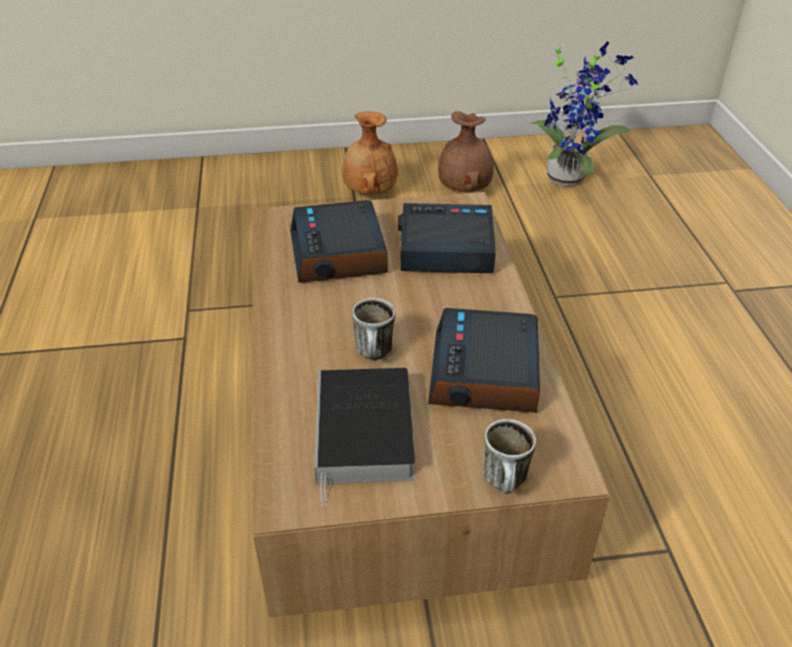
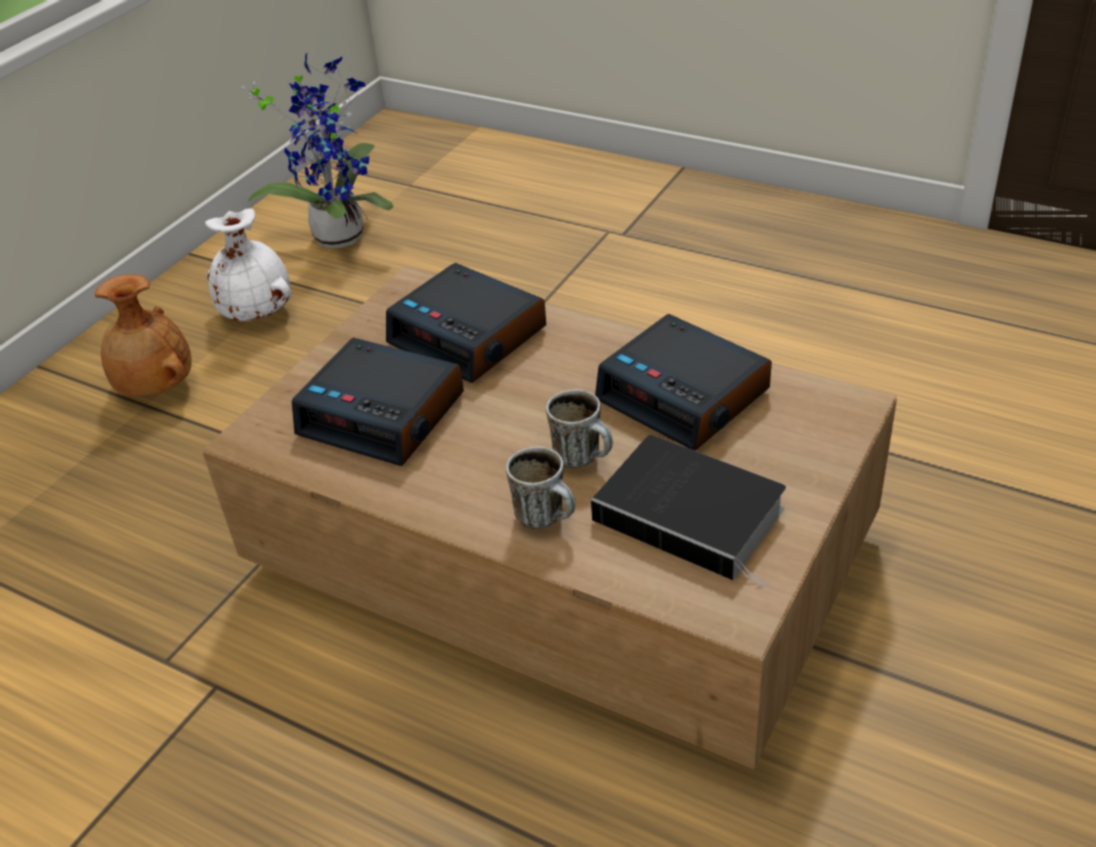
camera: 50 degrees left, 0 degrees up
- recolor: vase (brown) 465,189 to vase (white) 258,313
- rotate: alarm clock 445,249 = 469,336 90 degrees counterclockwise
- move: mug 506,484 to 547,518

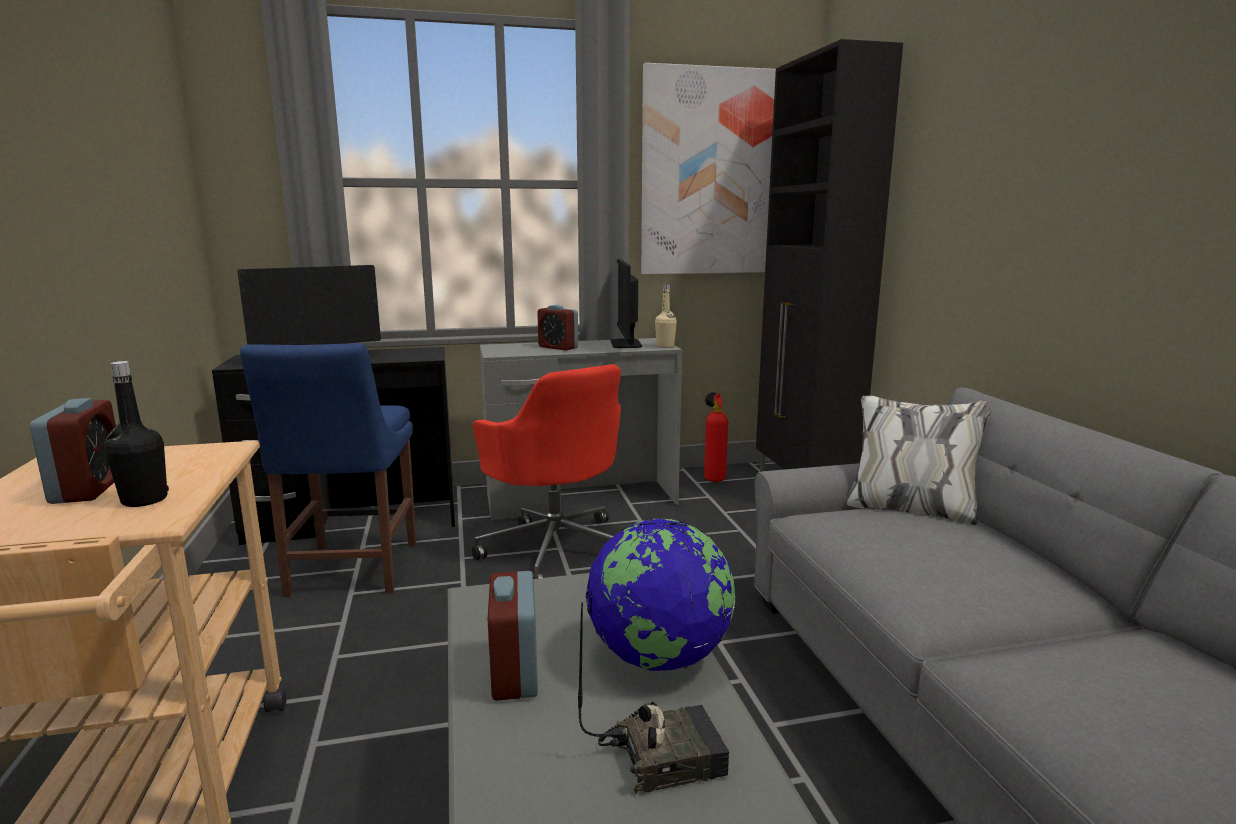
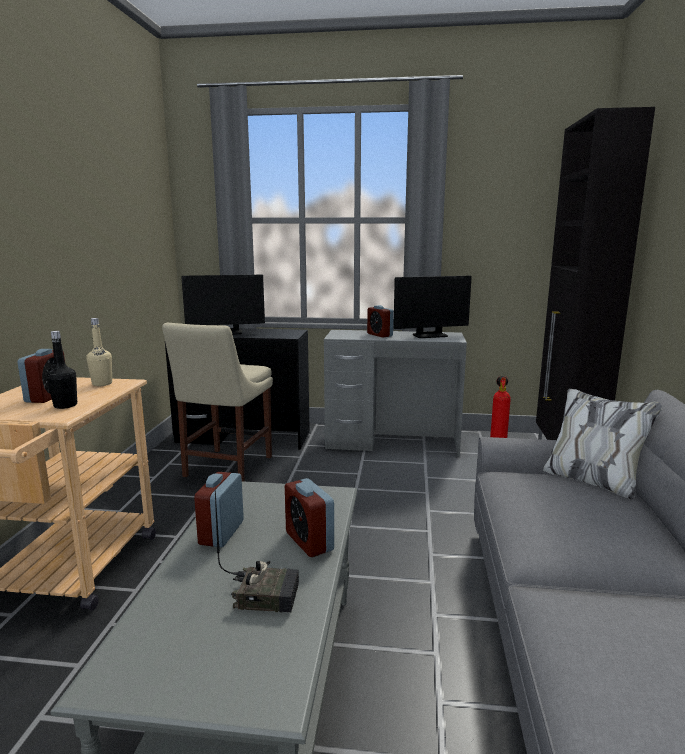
camera: 20 degrees right, 0 degrees up
- delete: picture 711,173
- rotate: monitor 626,344 = 430,335 120 degrees counterclockwise
- move: bottle (beige) 665,346 to 102,384
- recolor: chair (blue) 350,572 to chair (beige) 225,468
- delete: office chair (red) 555,548
- replace: globe 660,658 to alarm clock 309,541

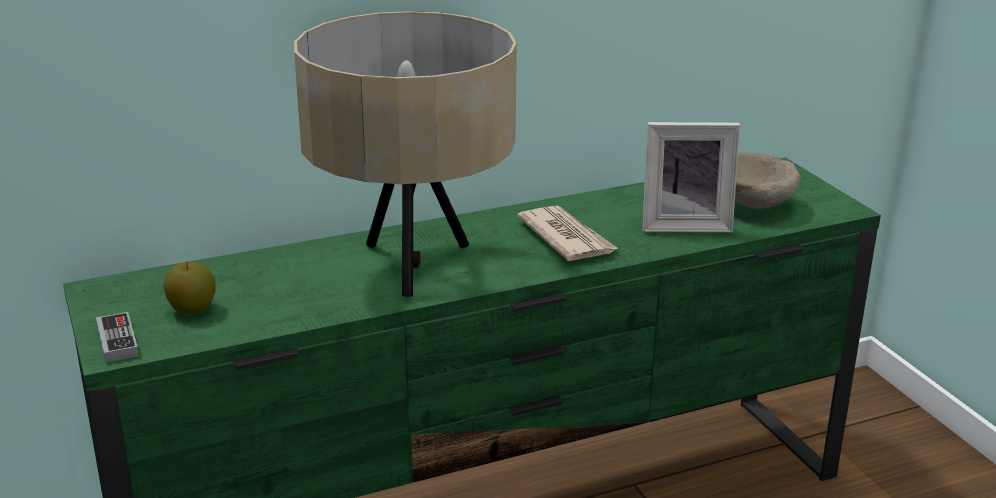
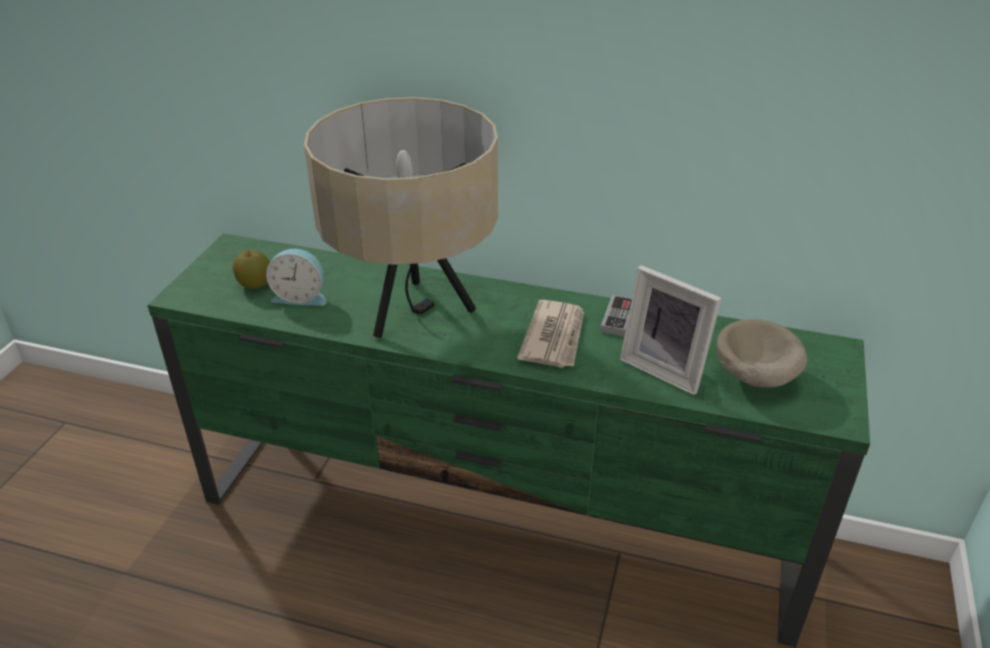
camera: 40 degrees right, 10 degrees up
- move: game controller 117,341 to 617,318
- insert: alarm clock 301,296

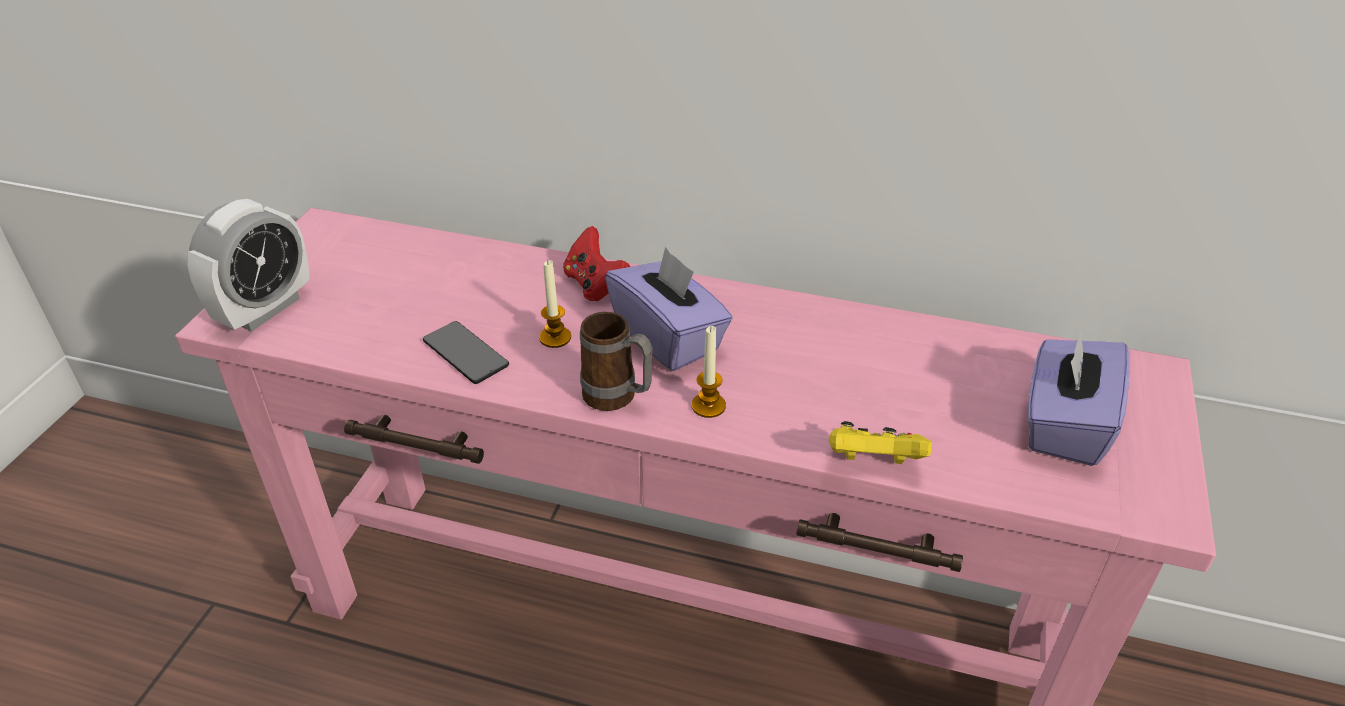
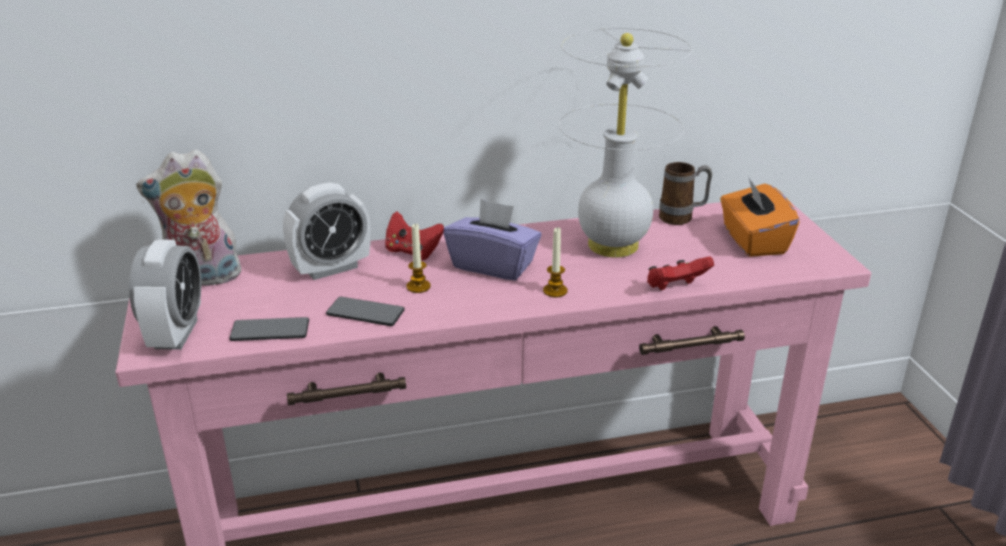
camera: 30 degrees left, 10 degrees down
- move: mug 618,399 to 682,218
- recolor: tissue box (purple) 1064,425 to tissue box (orange) 753,241
- recolor: game controller (yellow) 874,463 to game controller (red) 675,288
- insert: table lamp (white) 613,245
- insert: plush toy 202,278
- insert: alarm clock 331,268
- insert: phone 270,331

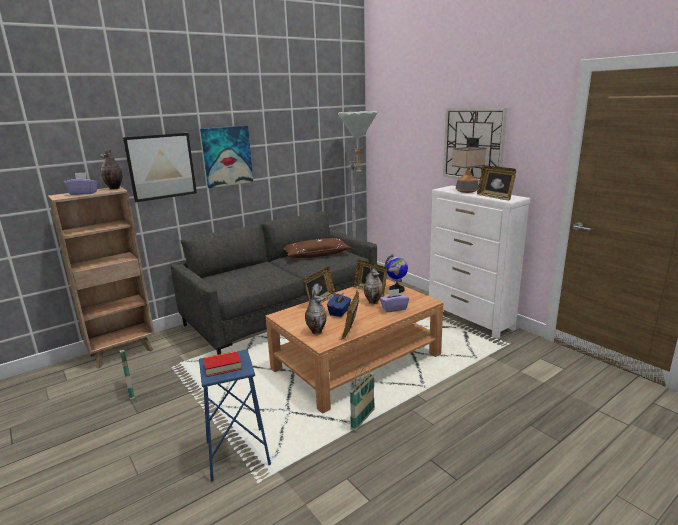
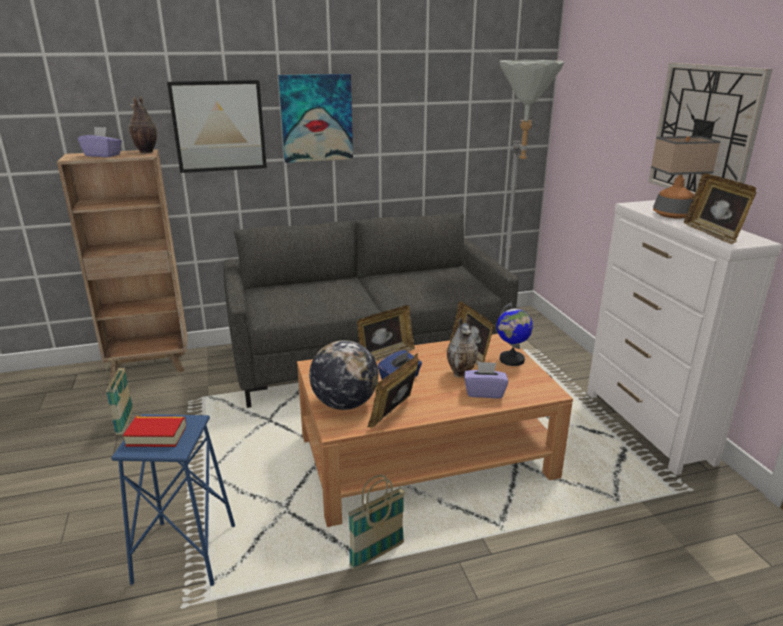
camera: 20 degrees right, 5 degrees up
- delete: pillow (brown) 316,254
- replace: vase 316,331 to globe 344,404

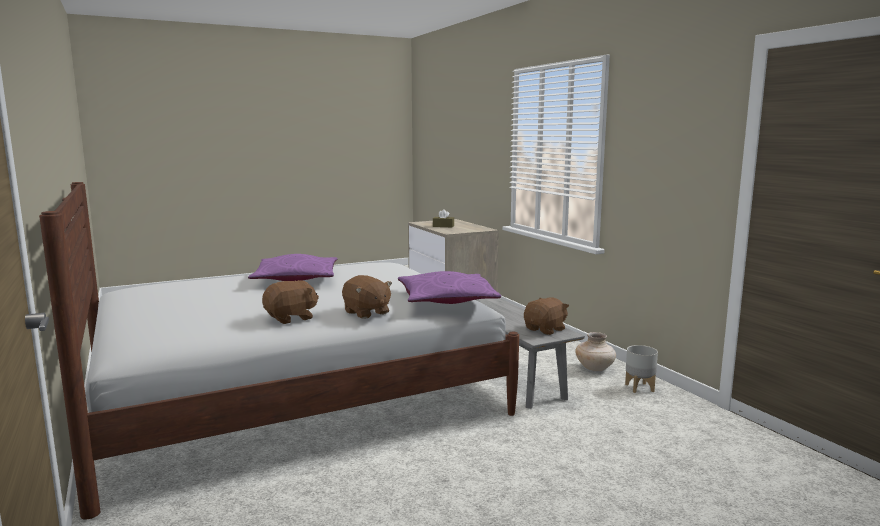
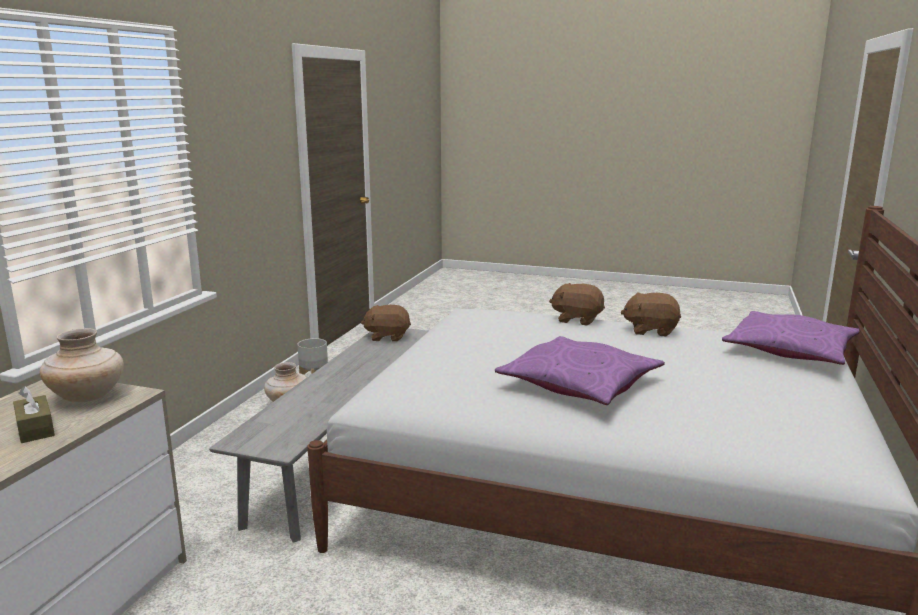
camera: 135 degrees left, 5 degrees up
- move: pillow (purple) 446,300 to 790,351
- rotate: plush toy (brown) 366,313 = 577,319 75 degrees counterclockwise
- insert: vase (beige) 87,397

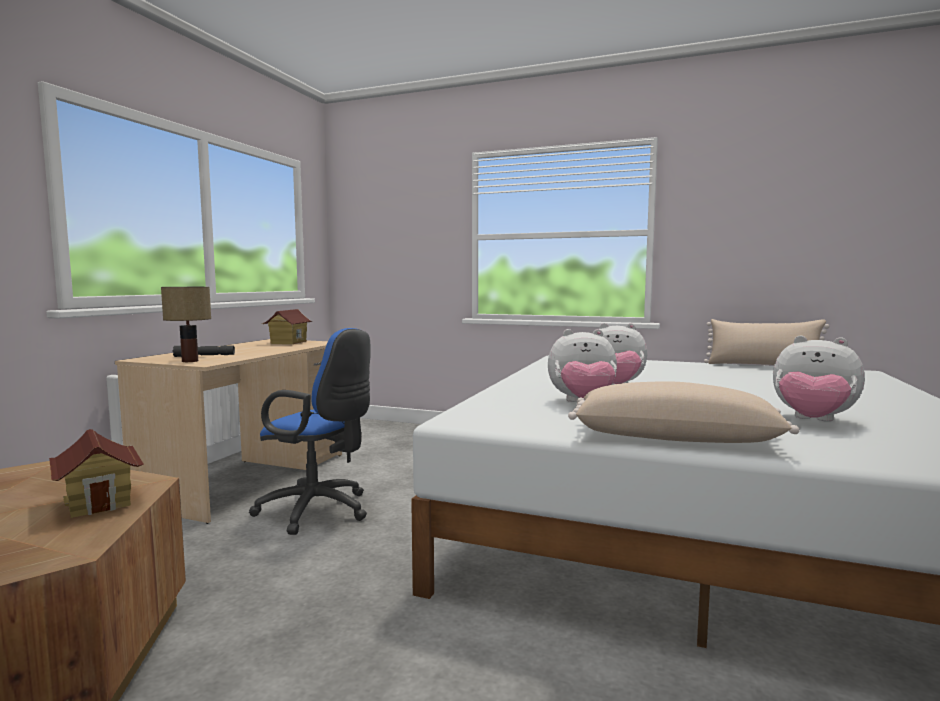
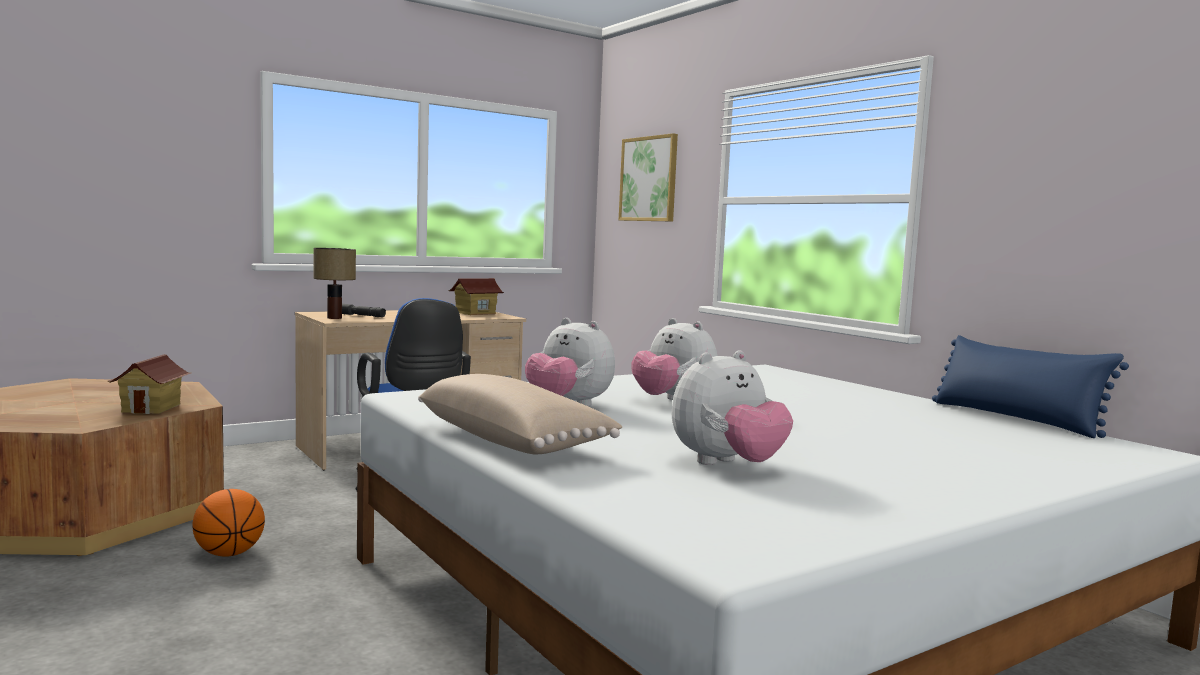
camera: 35 degrees right, 0 degrees up
- recolor: pillow (beige) 763,366 to pillow (blue) 1015,419
- rotate: plush toy 812,421 = 727,465 105 degrees counterclockwise
- insert: picture 649,179
- insert: basketball 229,554

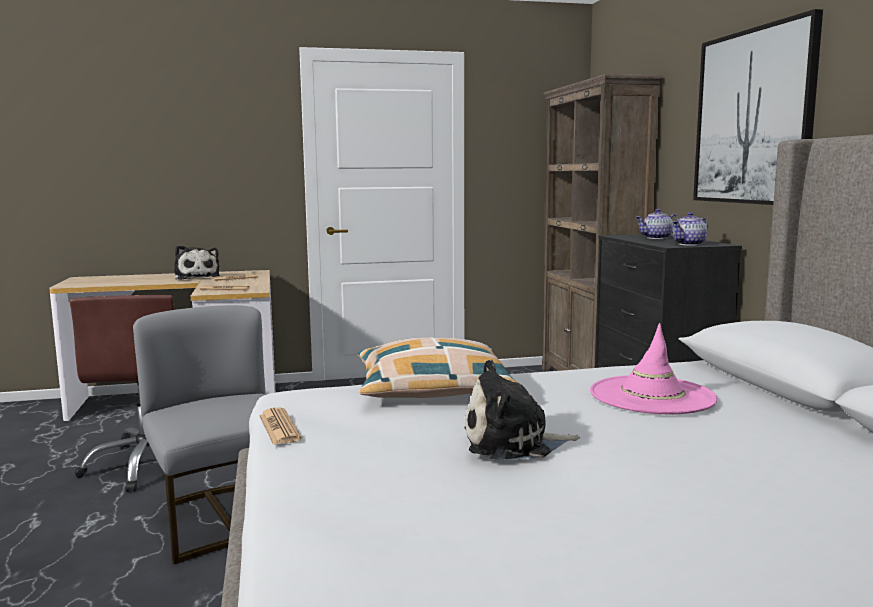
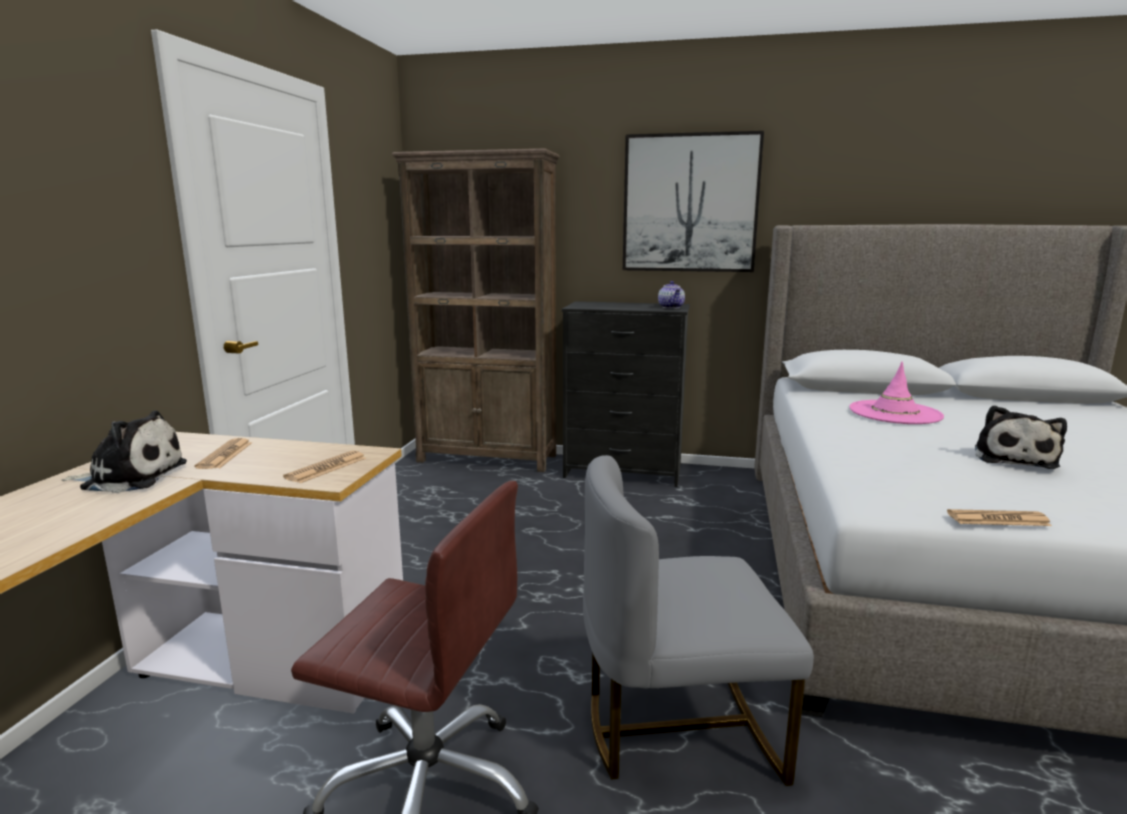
camera: 65 degrees left, 5 degrees up
- delete: teapot 657,238
- delete: pillow 432,389

